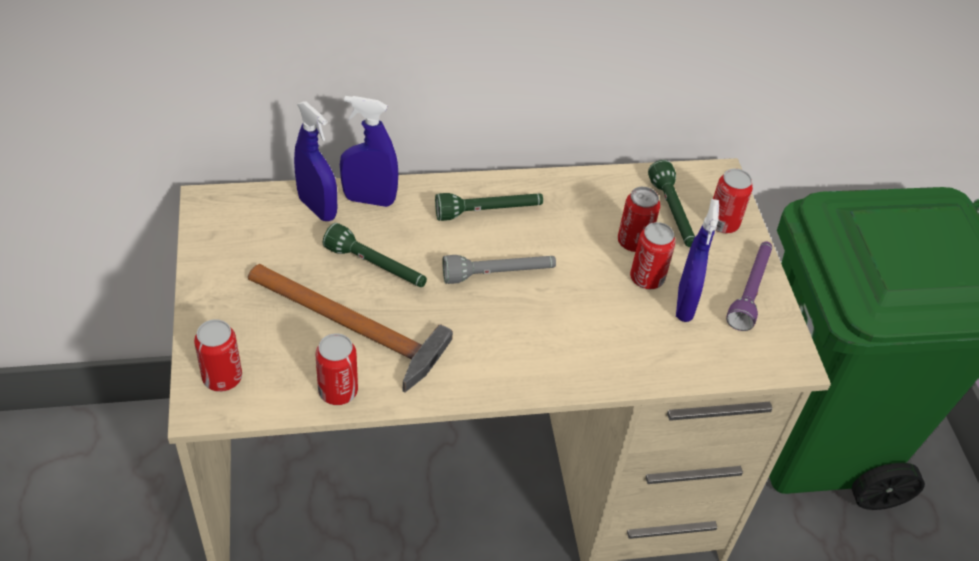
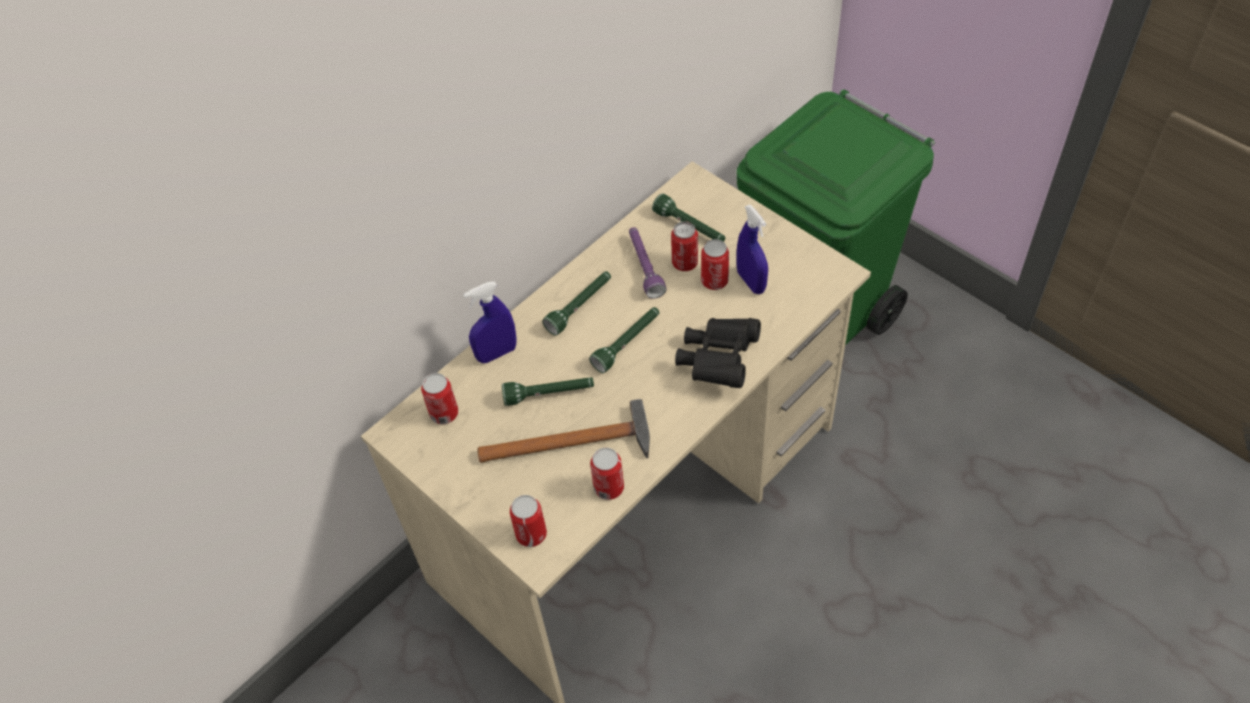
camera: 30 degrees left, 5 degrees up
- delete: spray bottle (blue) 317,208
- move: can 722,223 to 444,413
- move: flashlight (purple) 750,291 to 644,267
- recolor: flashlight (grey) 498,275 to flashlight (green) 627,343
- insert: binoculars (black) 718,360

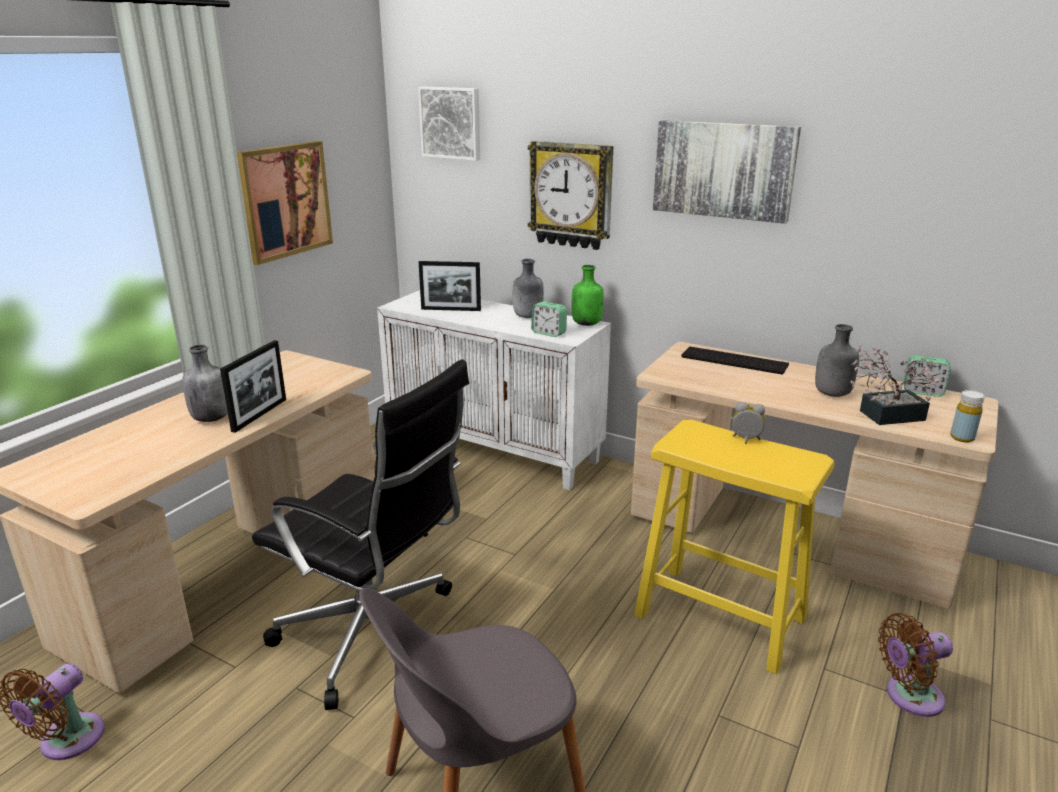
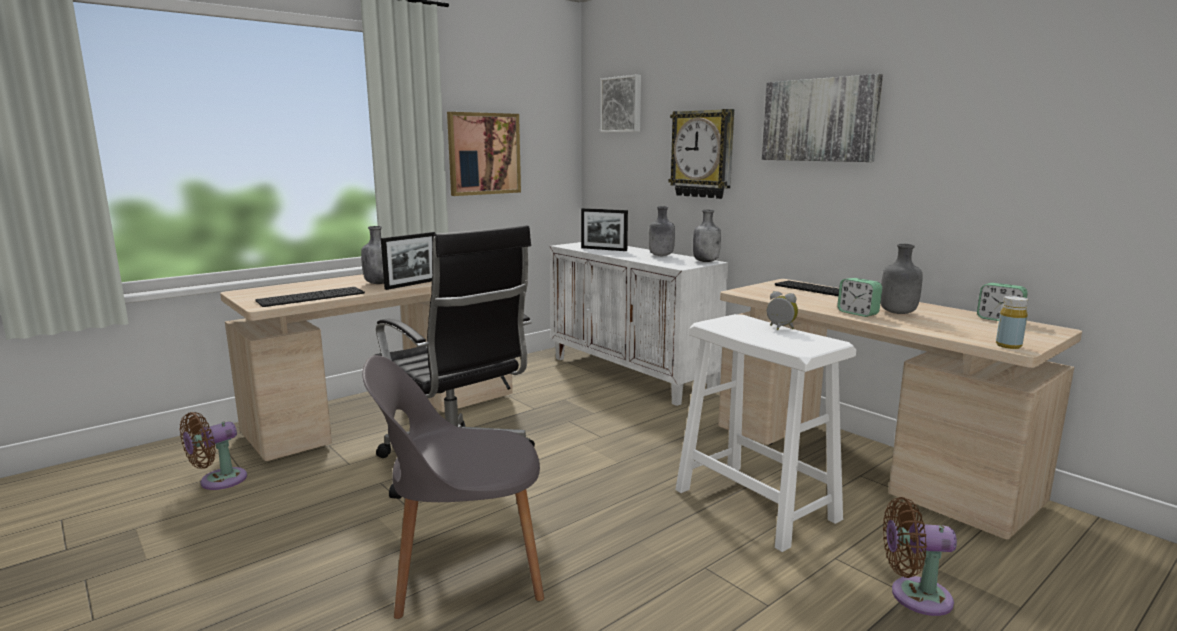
camera: 20 degrees right, 10 degrees down
- recolor: bottle (green) 587,324 to bottle (grey) 706,261
- move: alarm clock 548,333 to 857,313
- delete: potted plant 885,416
- recolor: stool (yellow) 719,616 to stool (white) 755,504
- insert: keyboard 312,296

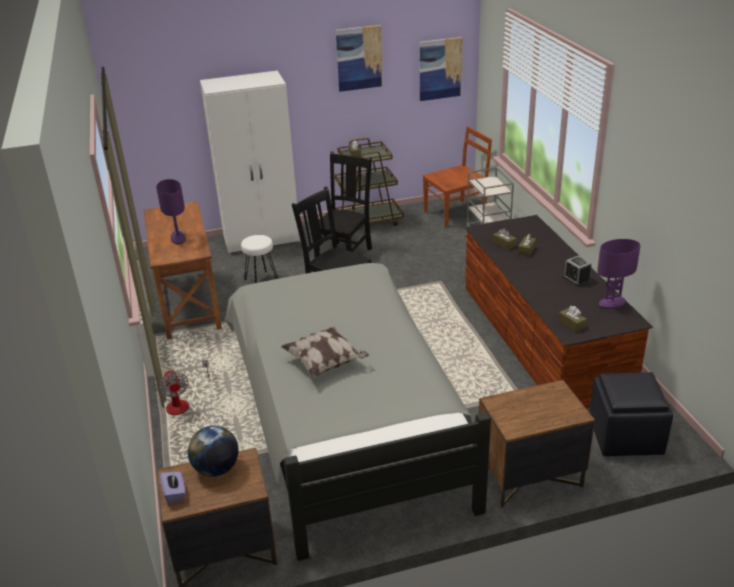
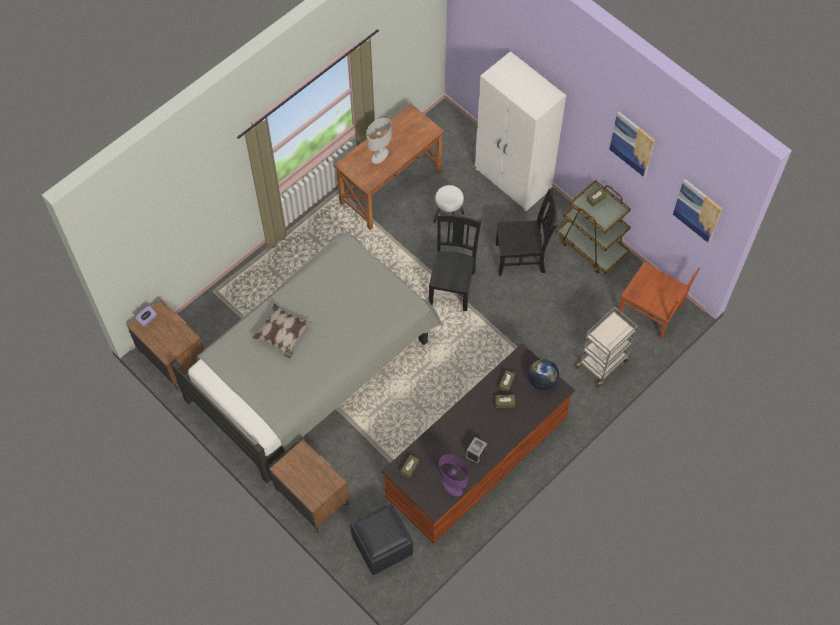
camera: 60 degrees right, 30 degrees up
- recolor: table lamp (purple) 177,238 to table lamp (white) 379,156
- delete: fan 183,403
- move: globe 216,469 to 542,381

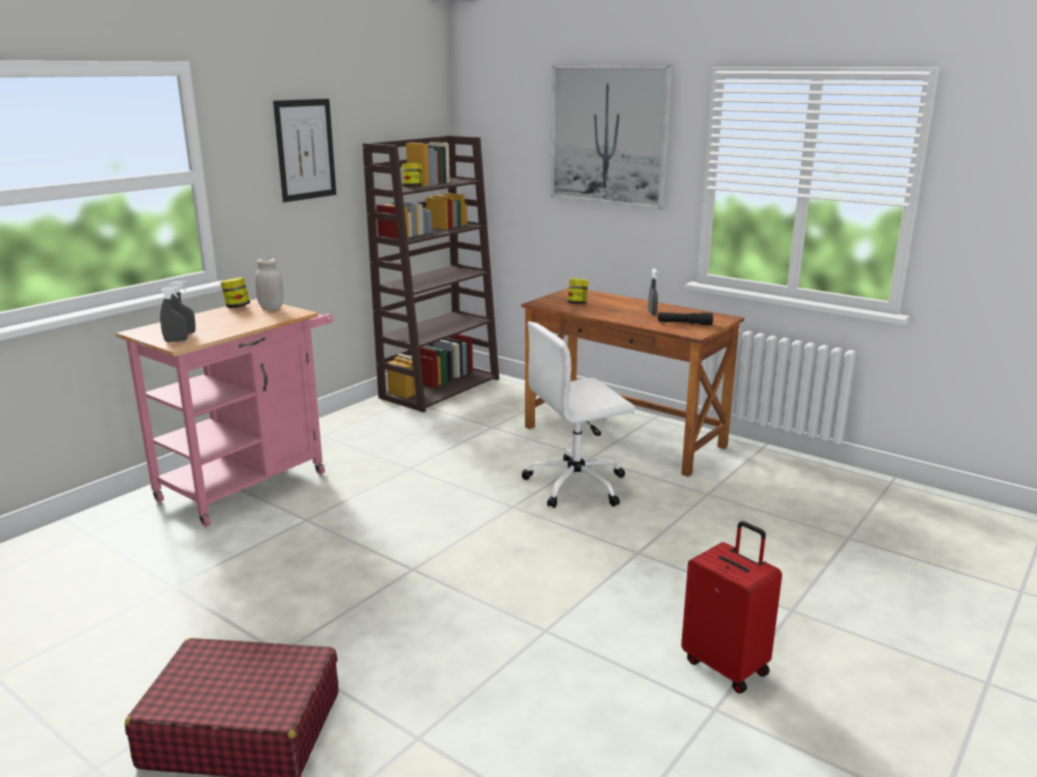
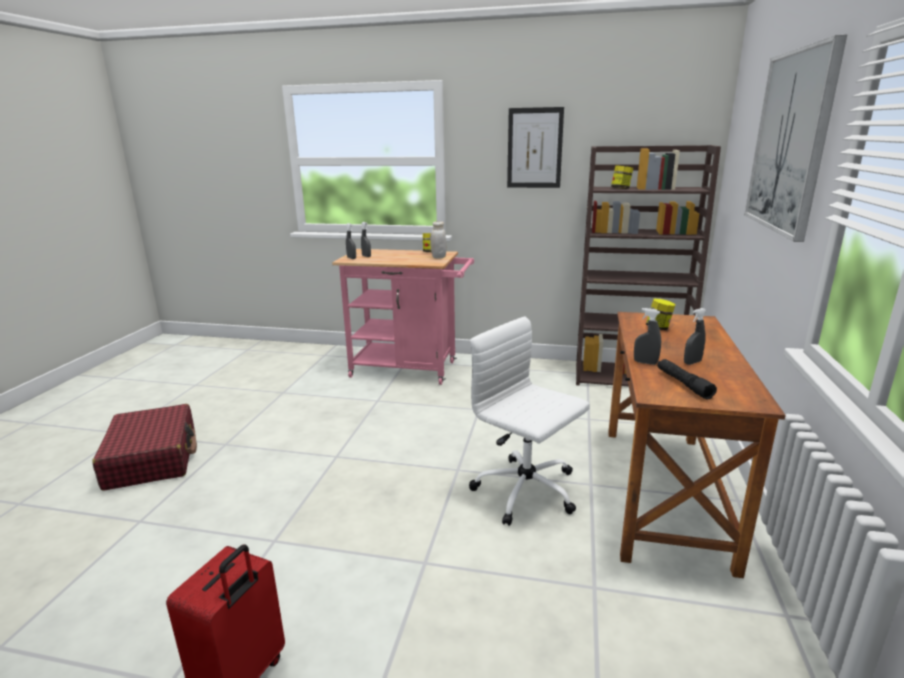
camera: 65 degrees right, 0 degrees up
- insert: spray bottle (grey) 645,362

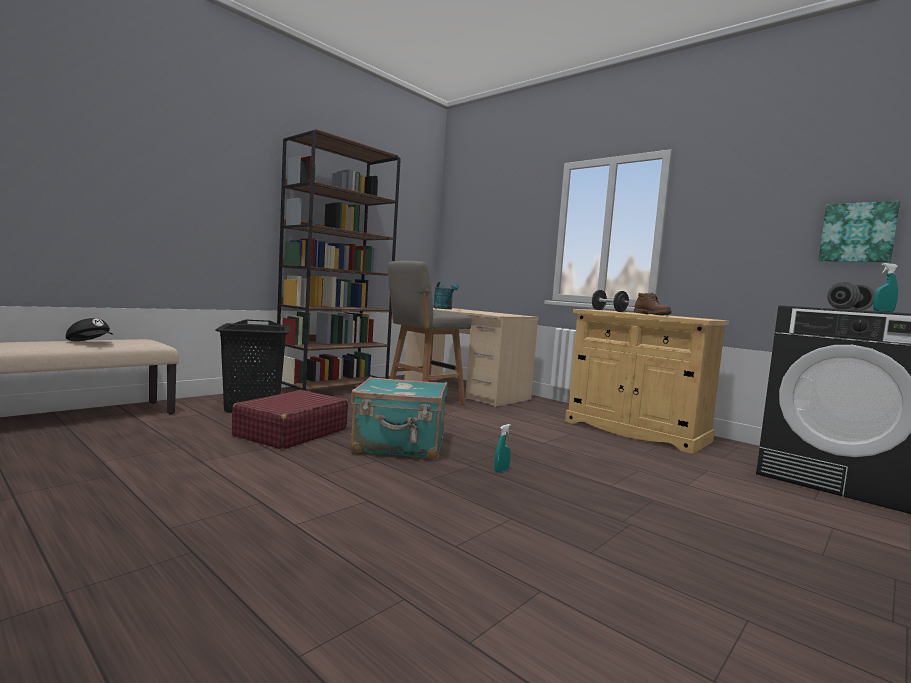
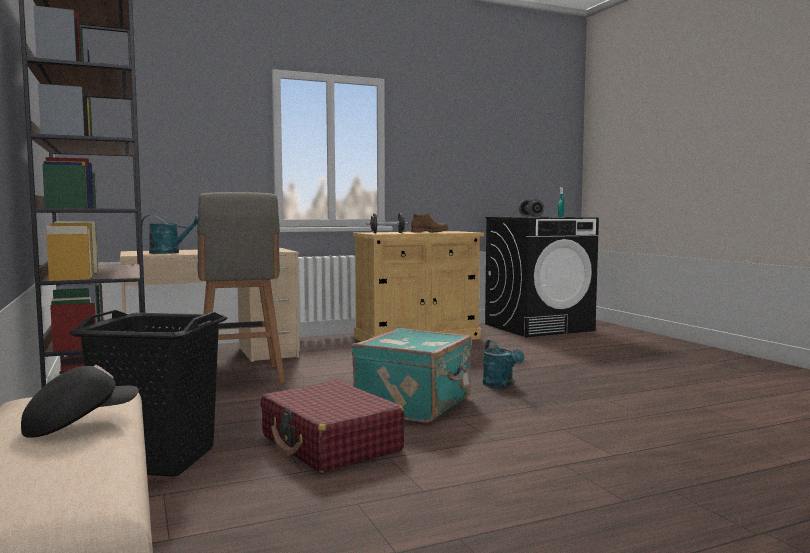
camera: 65 degrees left, 0 degrees up
- delete: picture 857,232
- replace: spray bottle (turquoise) 501,470 to watering can (turquoise) 501,385

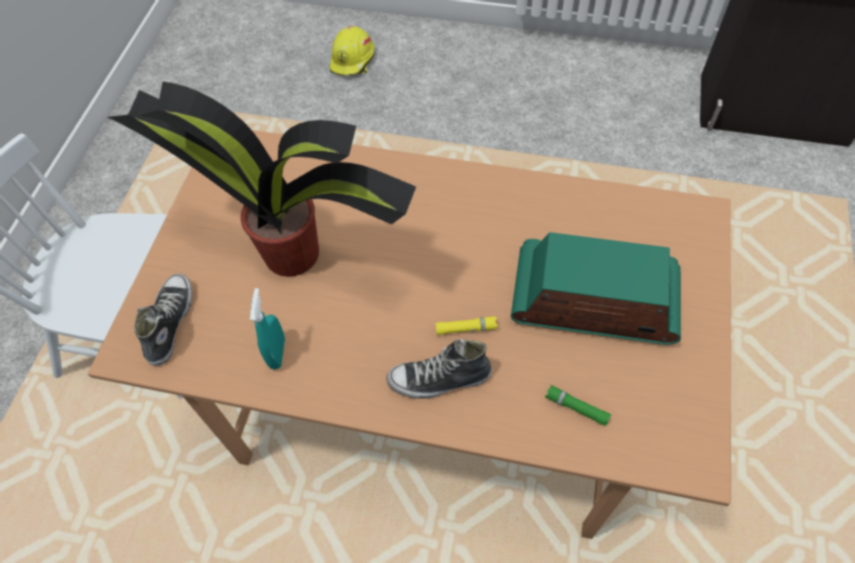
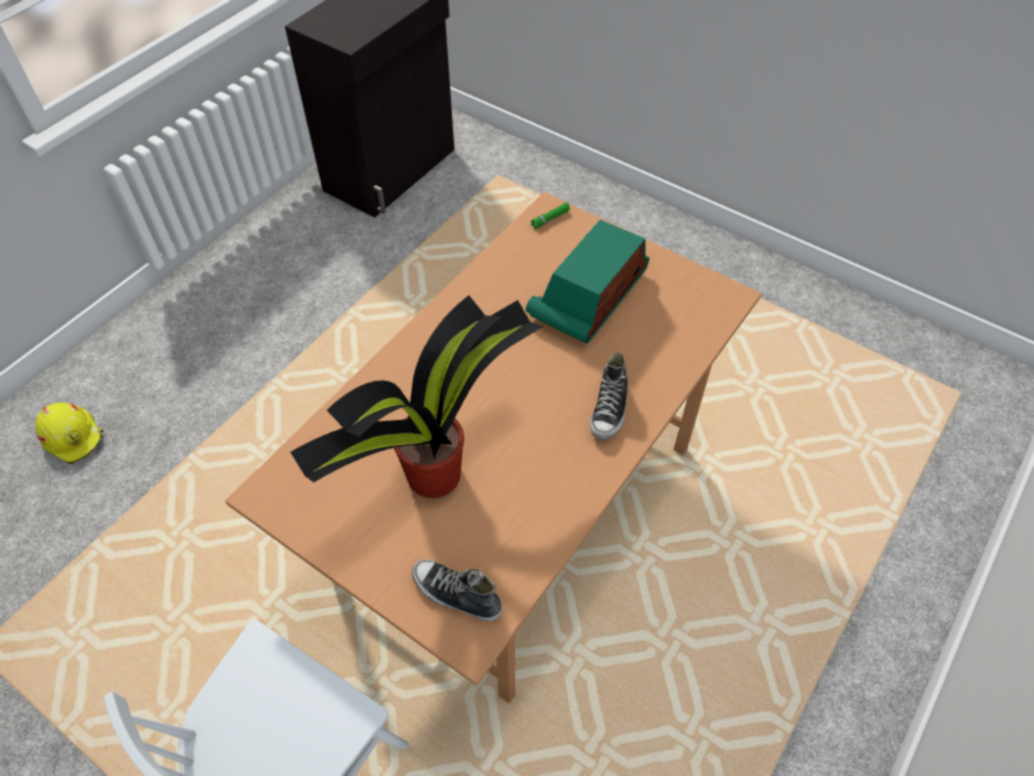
camera: 70 degrees left, 5 degrees down
- delete: spray bottle (turquoise) 277,353
- delete: flashlight (yellow) 466,328
- move: flashlight (green) 576,408 to 550,219

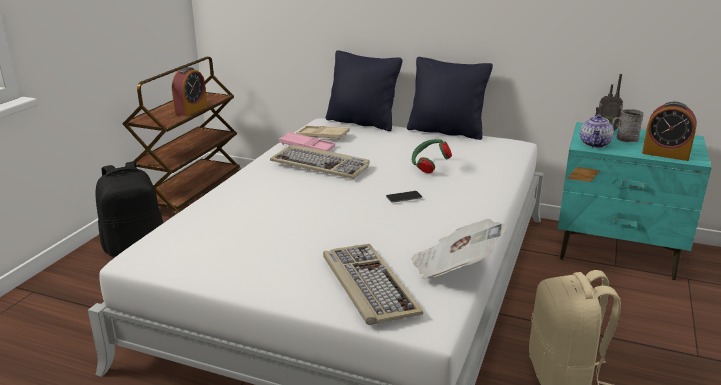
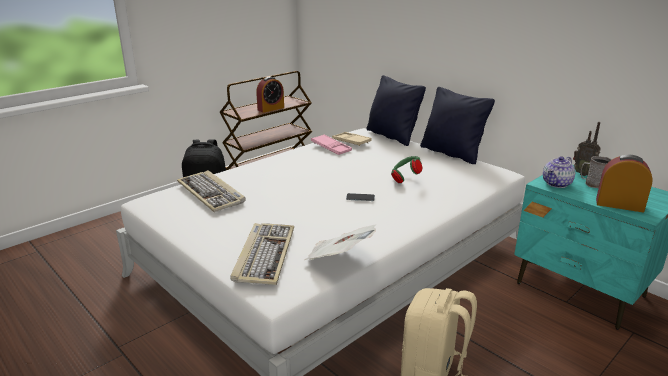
camera: 25 degrees right, 0 degrees up
- rotate: alarm clock 665,154 = 619,205 150 degrees clockwise
- move: keyboard 321,165 to 211,193

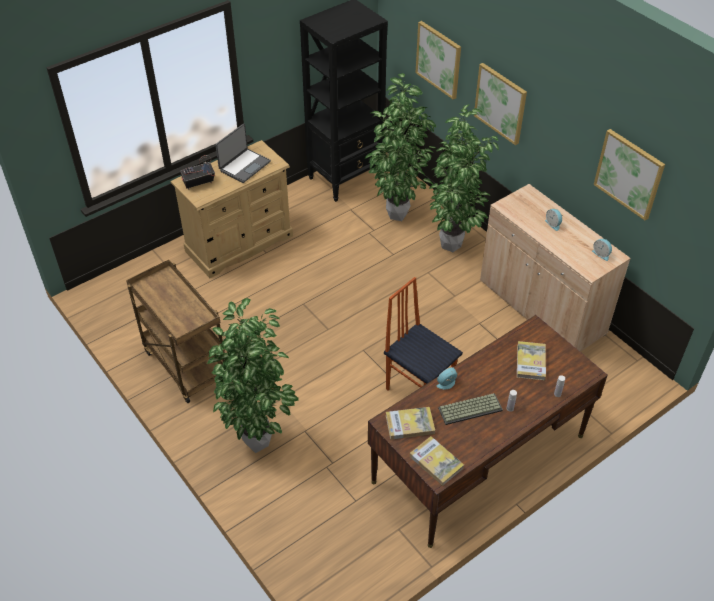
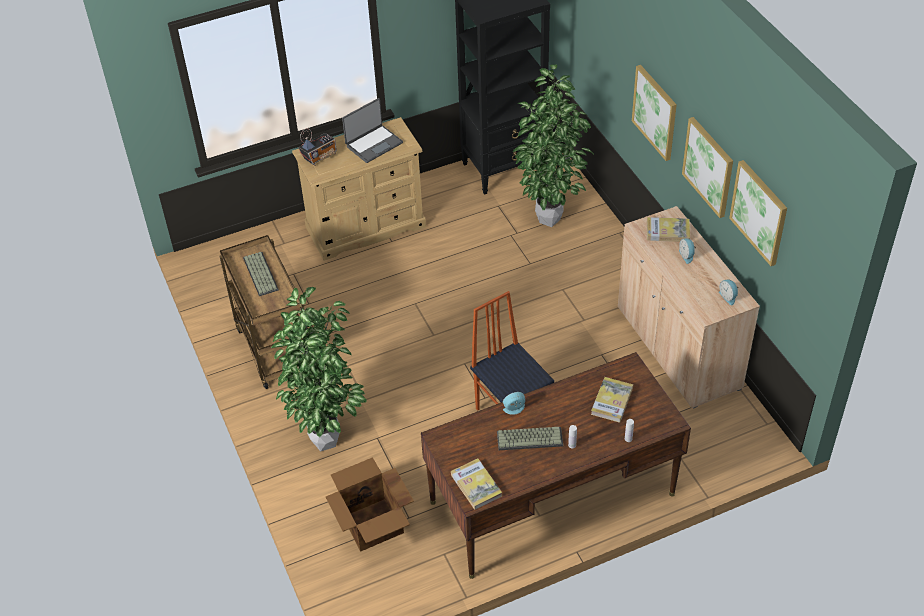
camera: 15 degrees right, 0 degrees up
- move: picture 439,59 to 709,166
- delete: potted plant 453,246
- rotate: radio 198,183 = 320,157 150 degrees clockwise
- move: book 410,424 to 668,231
- insert: keyboard 259,274
- insert: cardboard box 373,525

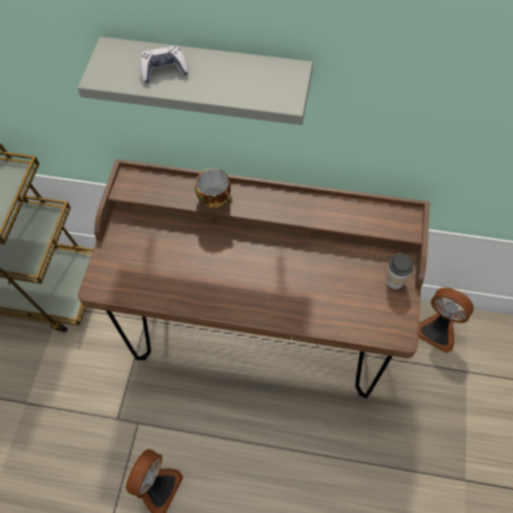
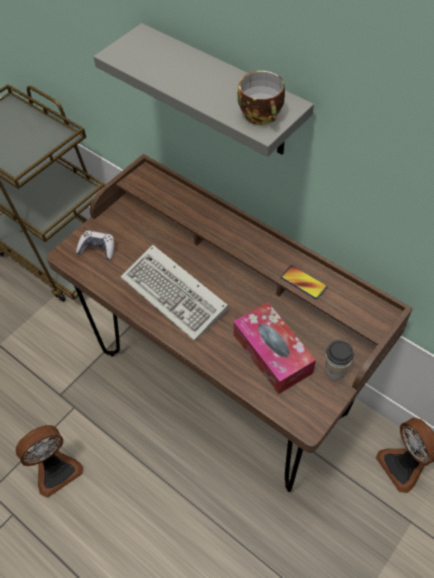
camera: 30 degrees right, 5 degrees down
- move: game controller 164,70 to 97,249
- move: cup 216,198 to 262,116
- insert: keyboard 176,295
- insert: phone 303,282
- insert: tissue box 272,353

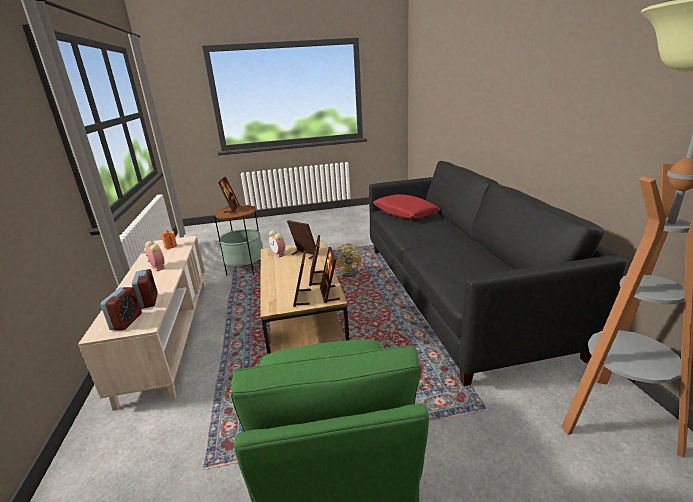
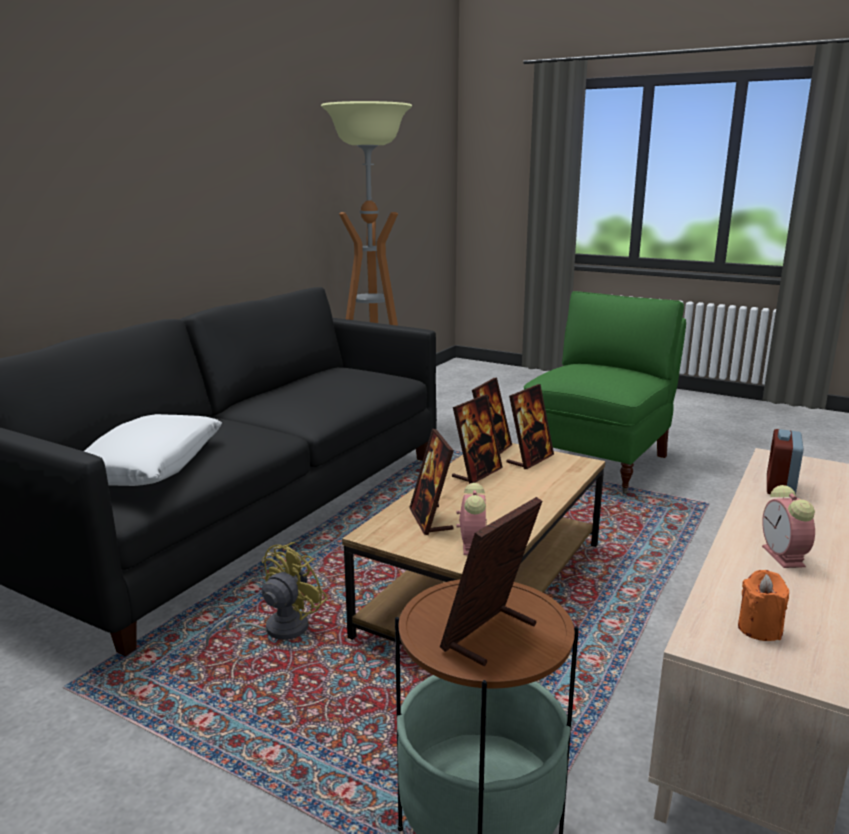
camera: 140 degrees left, 5 degrees down
- recolor: pillow (red) 405,213 to pillow (white) 150,465
- delete: alarm clock 126,322

